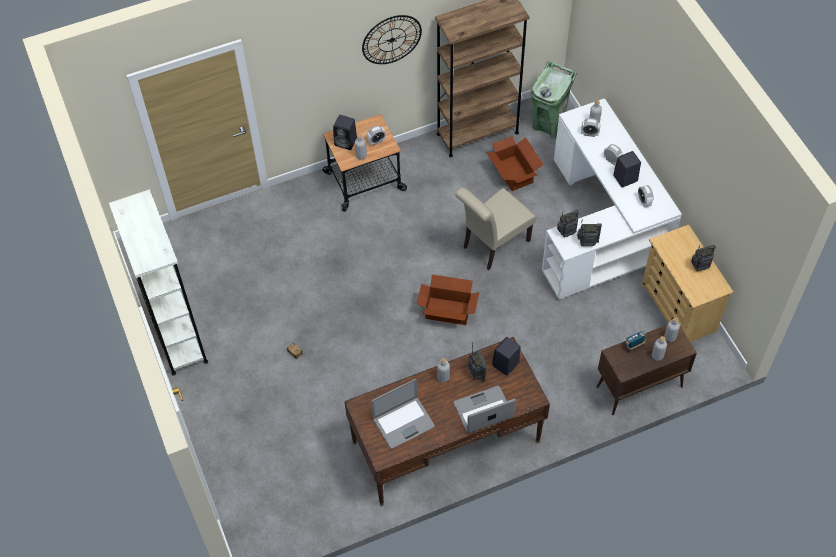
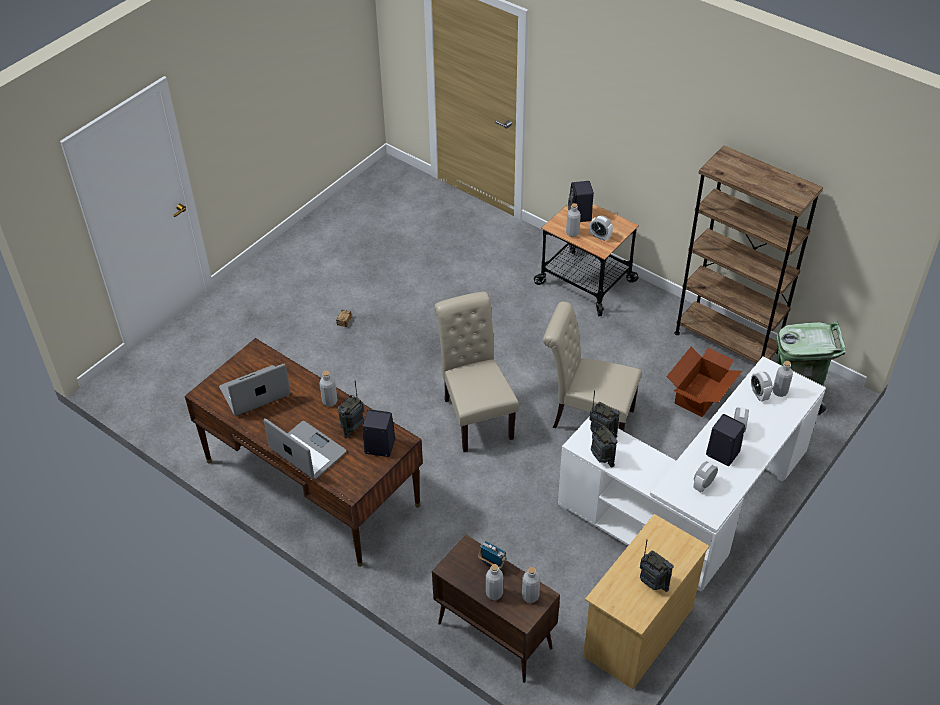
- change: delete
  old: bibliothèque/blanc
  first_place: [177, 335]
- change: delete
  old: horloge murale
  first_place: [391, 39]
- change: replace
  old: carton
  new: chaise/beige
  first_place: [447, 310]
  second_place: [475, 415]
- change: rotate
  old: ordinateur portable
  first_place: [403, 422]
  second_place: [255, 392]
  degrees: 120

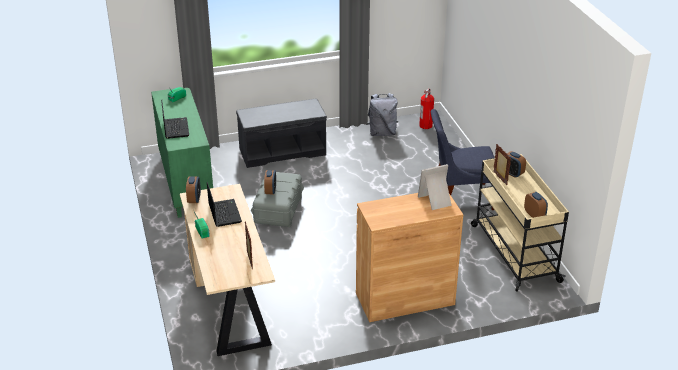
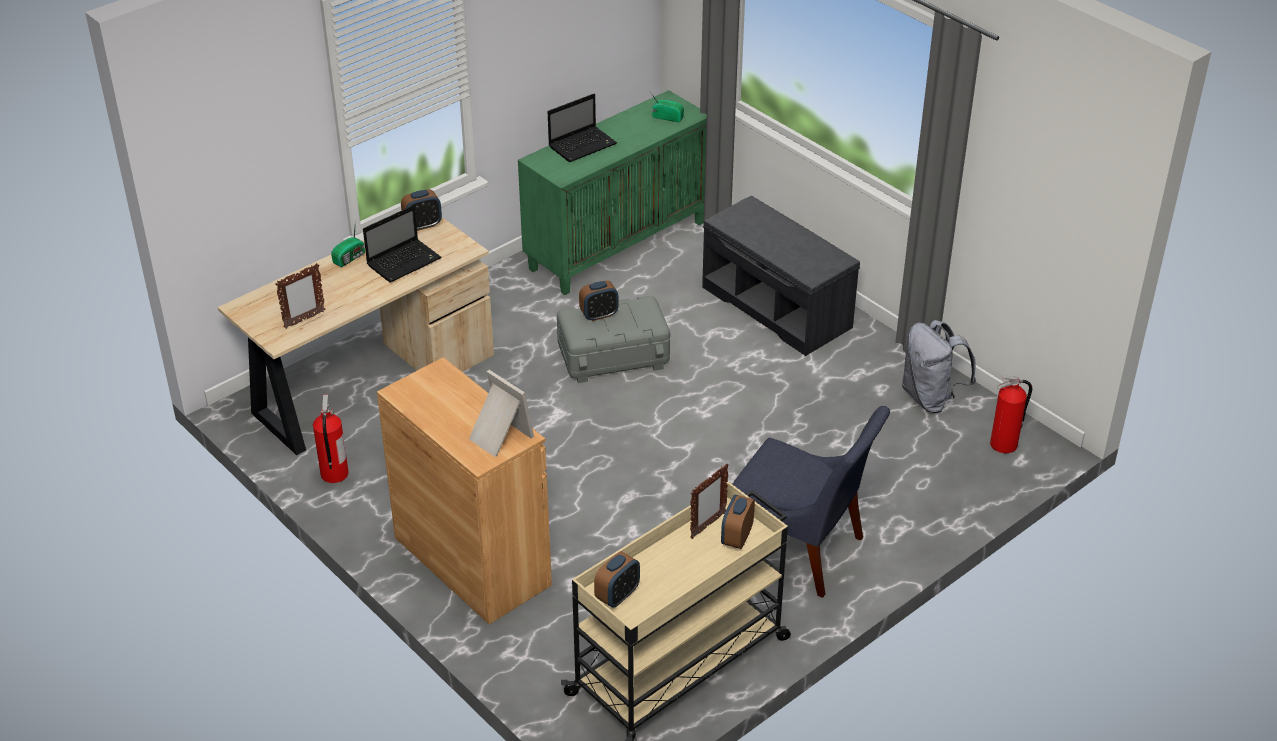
- change: insert
  new: extincteur
  second_place: [334, 474]
- change: rotate
  old: chaise/bleu
  first_place: [459, 197]
  second_place: [800, 551]
  degrees: 150

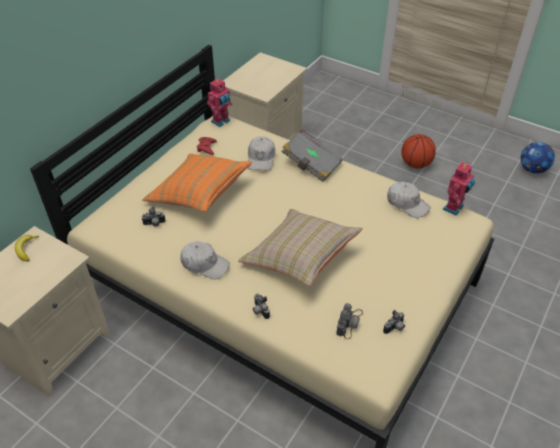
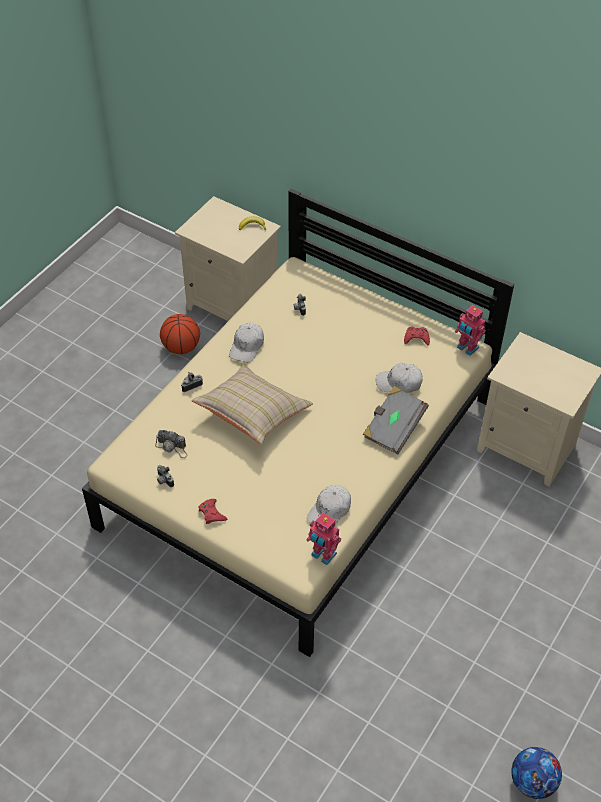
- change: delete
  old: coussin/orange
  first_place: [199, 194]
- change: insert
  new: manette/rouge
  second_place: [212, 513]
- change: move
  old: ballon de basket
  first_place: [415, 164]
  second_place: [181, 347]

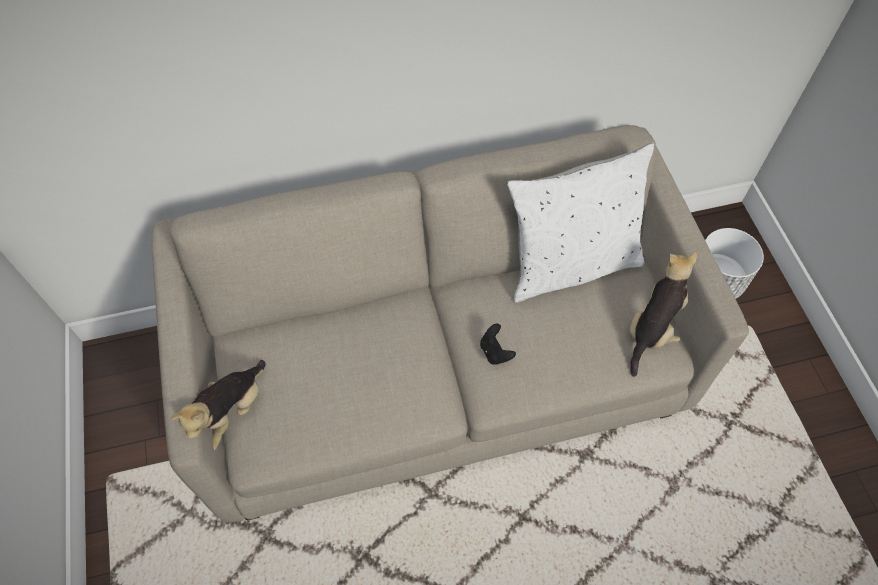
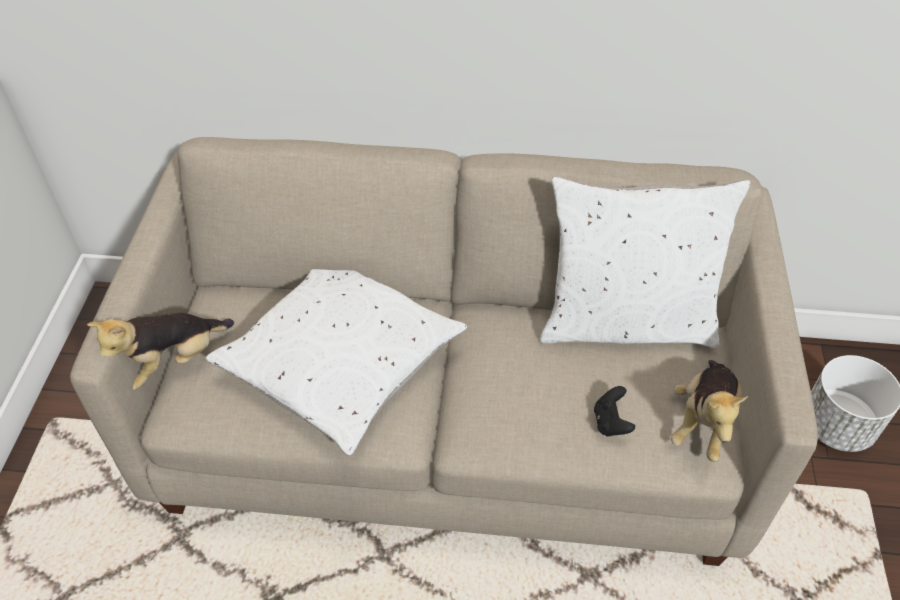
- change: insert
  new: coussin/blanc
  second_place: [341, 360]
- change: move
  old: manette/noir
  first_place: [495, 352]
  second_place: [610, 422]
- change: rotate
  old: peluche
  first_place: [652, 328]
  second_place: [702, 421]
  degrees: 150

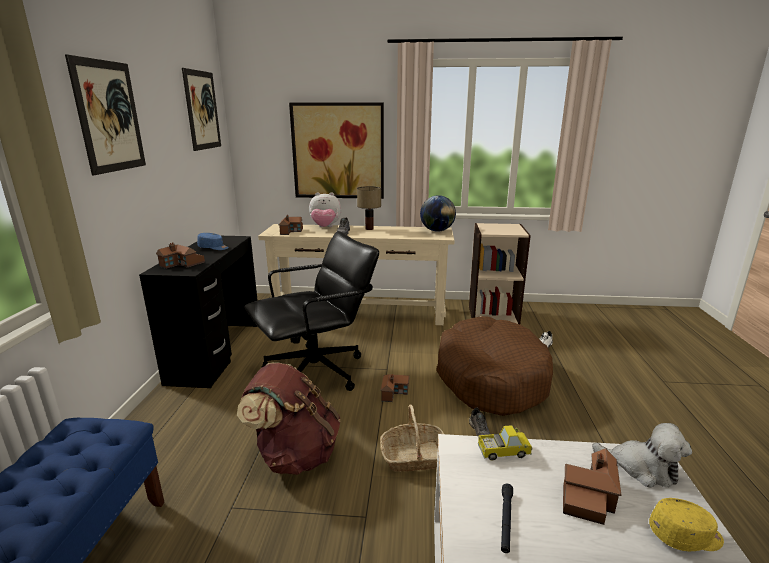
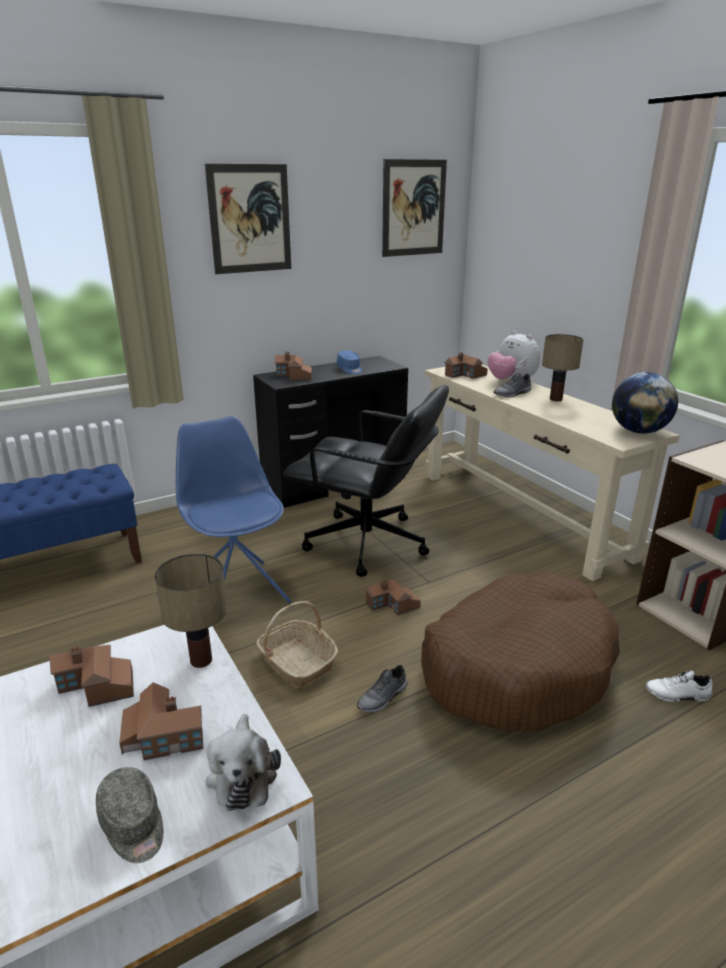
- change: delete
  old: tableau
  first_place: [338, 151]
- change: replace
  old: sac à dos/marron
  new: chaise/bleu
  first_place: [295, 454]
  second_place: [238, 591]
- change: replace
  old: camion jouet
  new: lampe de table
  first_place: [503, 452]
  second_place: [201, 659]
- change: replace
  old: lampe de poche/noir
  new: maison miniature
  first_place: [506, 521]
  second_place: [96, 686]
- change: recolor
  old: casquette/jaune
  new: casquette/gris
  first_place: [685, 536]
  second_place: [133, 826]

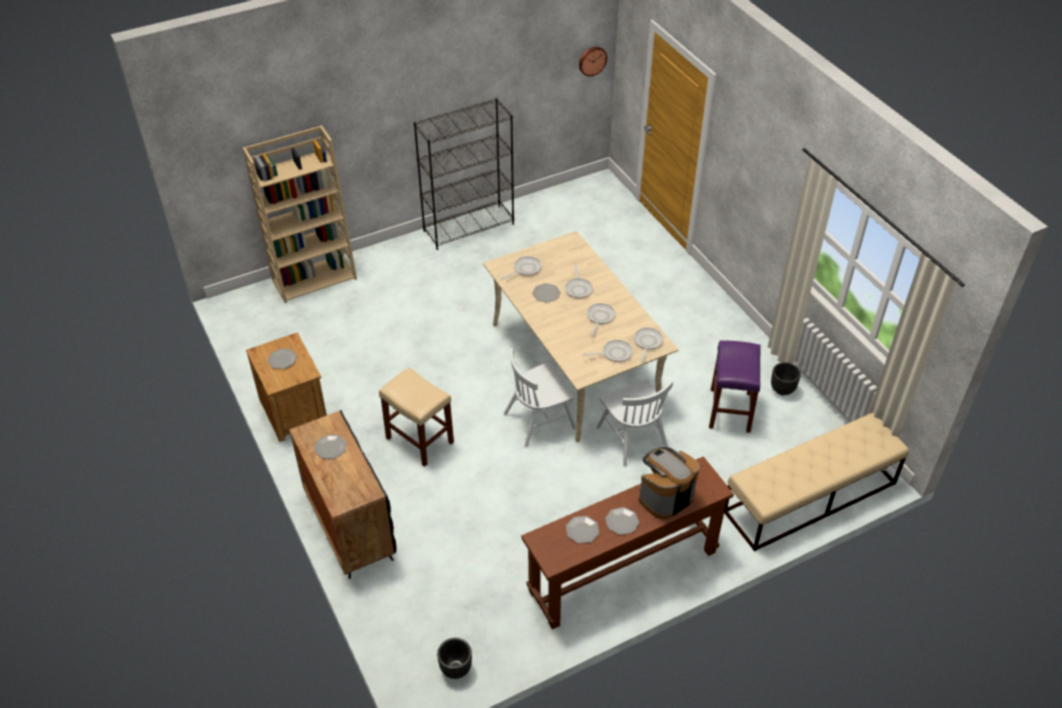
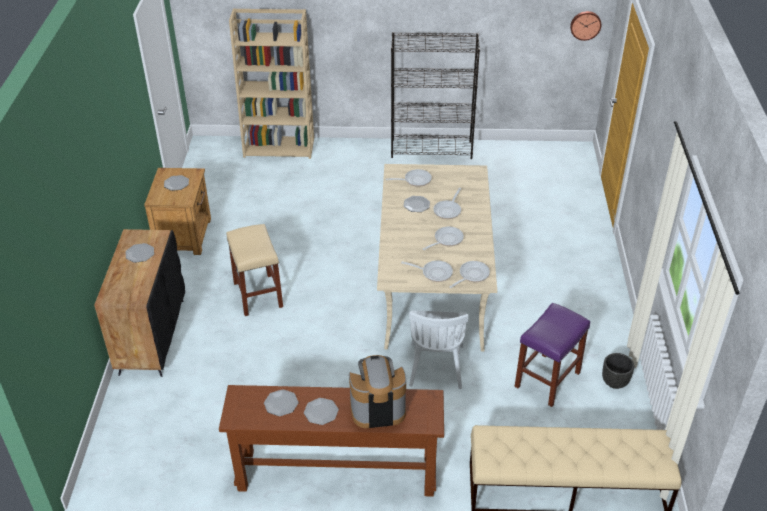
- change: delete
  old: cache-pot/noir
  first_place: [456, 669]
- change: delete
  old: chaise/blanc
  first_place: [539, 420]

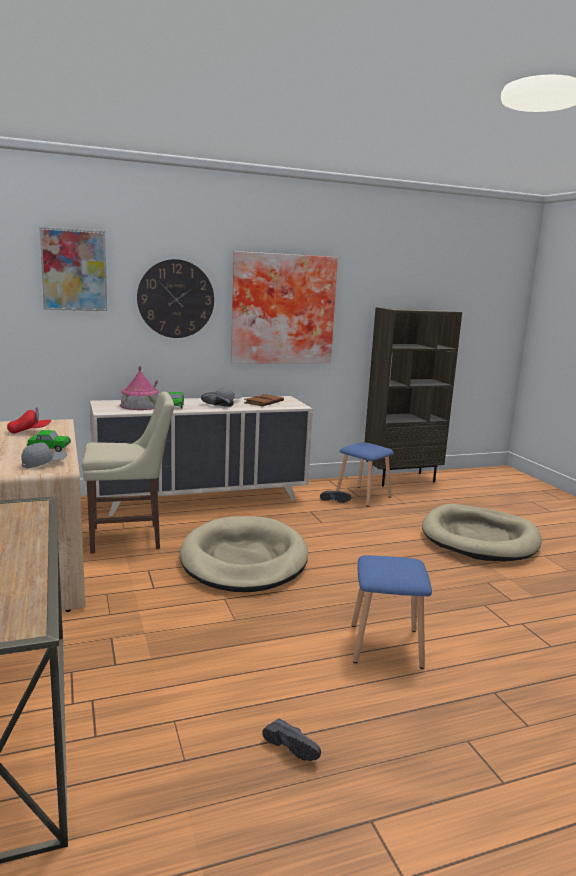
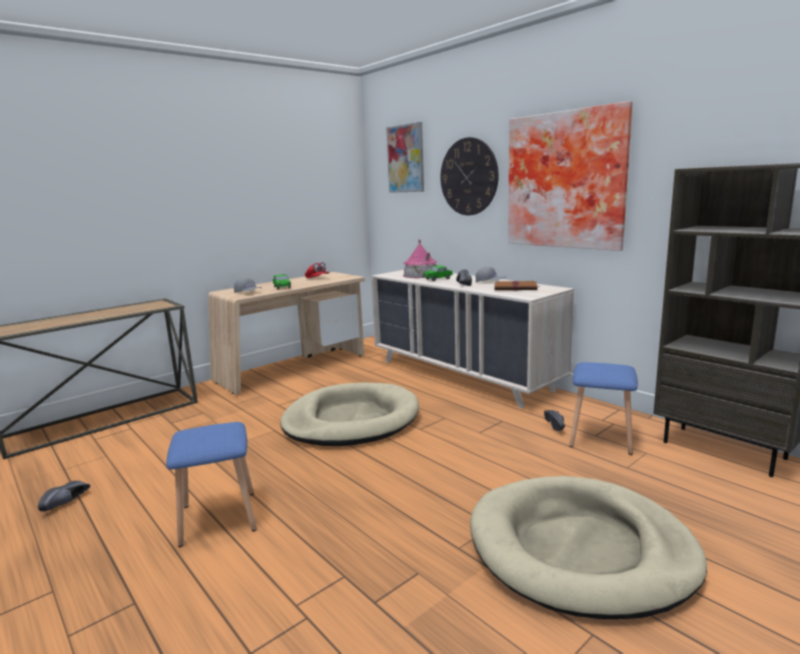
- change: delete
  old: chaise/beige
  first_place: [130, 538]

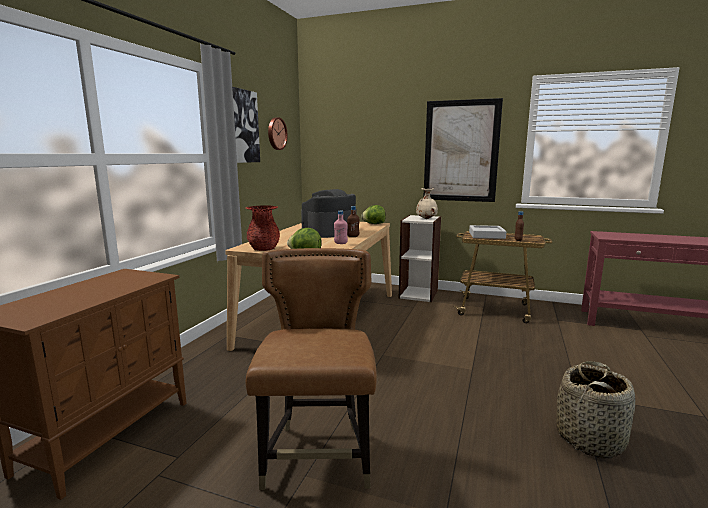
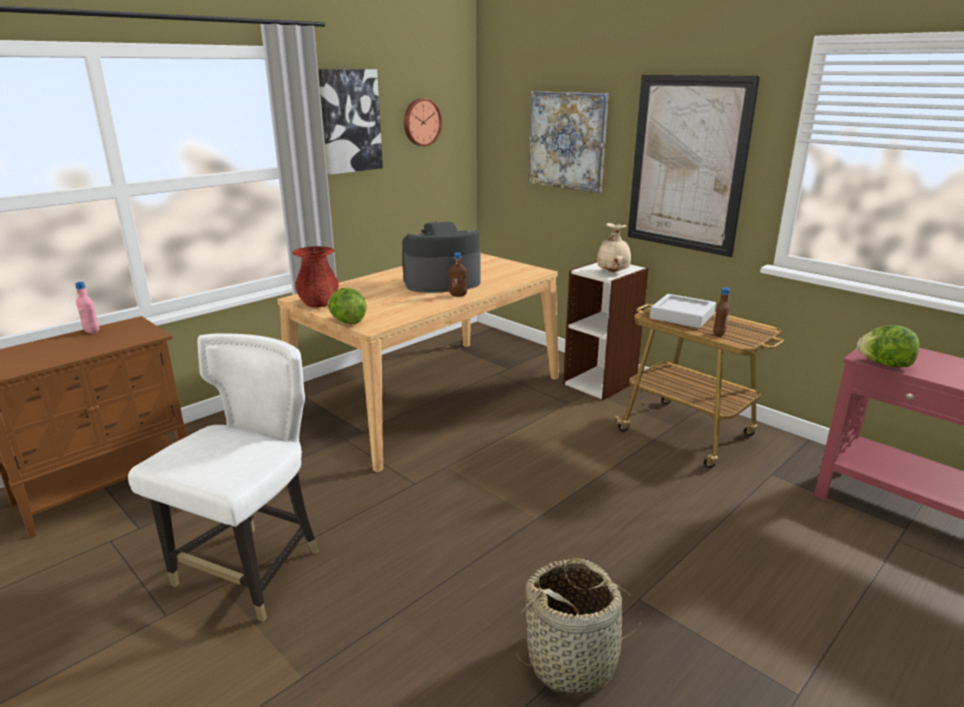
- change: insert
  new: tableau
  second_place: [567, 141]
- change: move
  old: bouteille/rose
  first_place: [340, 243]
  second_place: [92, 331]
- change: move
  old: laitue
  first_place: [374, 224]
  second_place: [884, 364]
- change: recolor
  old: chaise/marron
  new: chaise/blanc
  first_place: [318, 457]
  second_place: [251, 571]

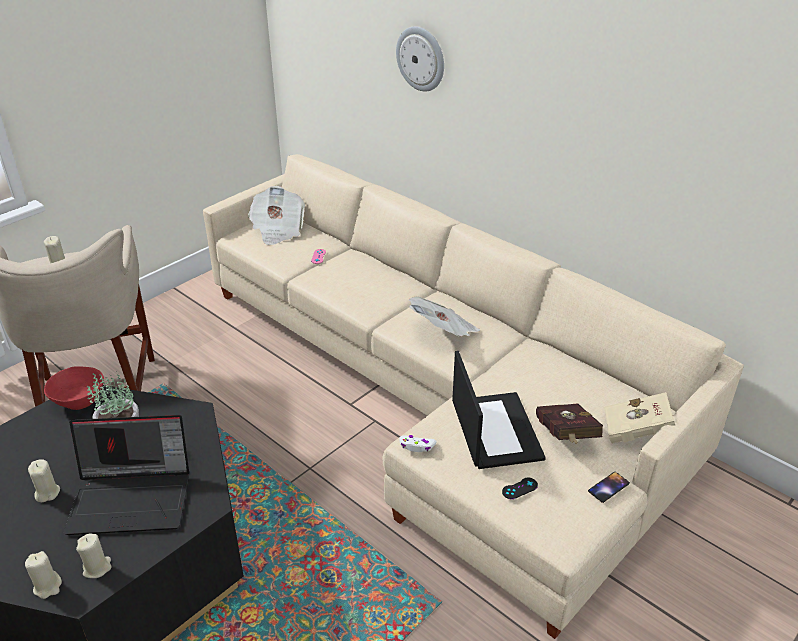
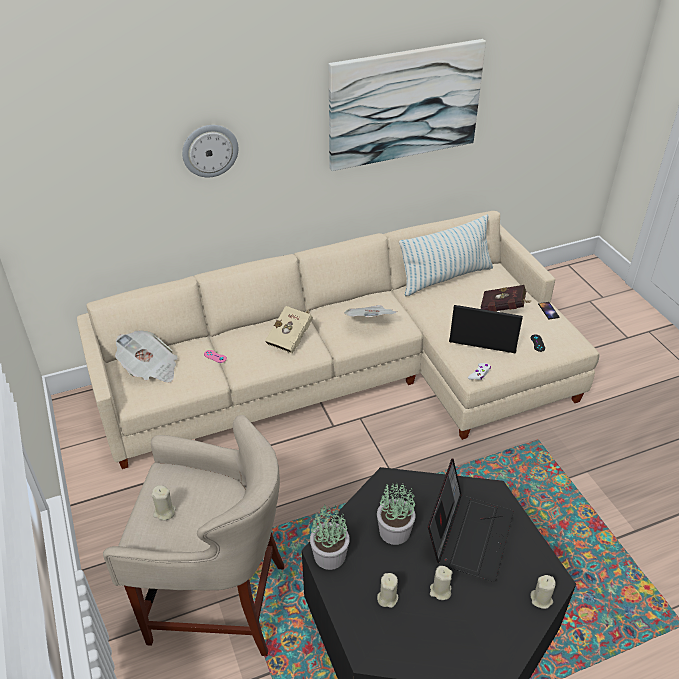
- change: insert
  new: tableau
  second_place: [404, 104]
- change: insert
  new: coussin
  second_place: [445, 278]
- change: move
  old: bougie/beige
  first_place: [97, 567]
  second_place: [387, 597]
- change: move
  old: livre/beige
  first_place: [639, 432]
  second_place: [291, 338]
- change: replace
  old: bol/rouge
  new: plante en pot
  first_place: [80, 400]
  second_place: [329, 555]

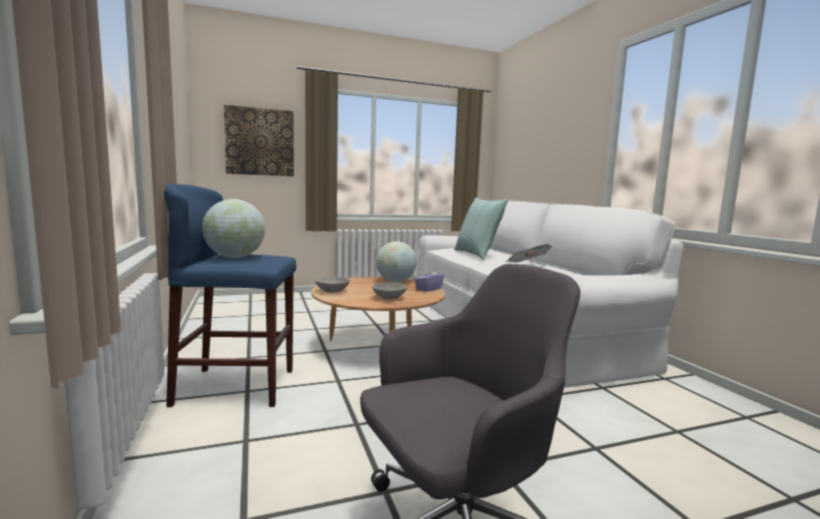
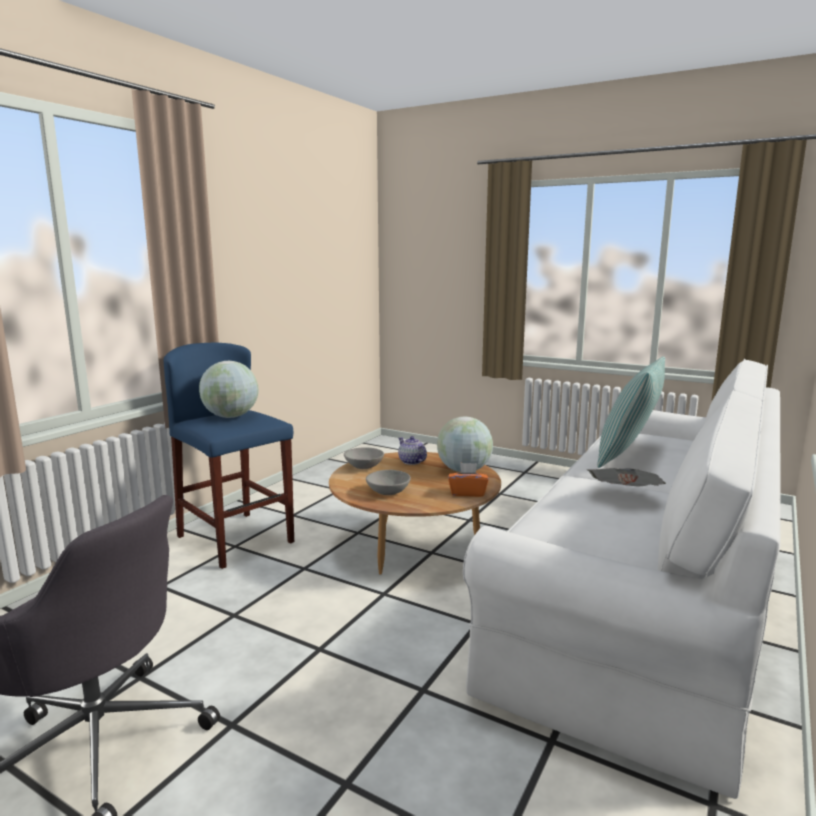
- change: delete
  old: tableau
  first_place: [260, 142]
- change: insert
  new: théière
  second_place: [411, 462]
- change: recolor
  old: boîte à mouchoirs/violet
  new: boîte à mouchoirs/orange
  first_place: [428, 289]
  second_place: [467, 493]

